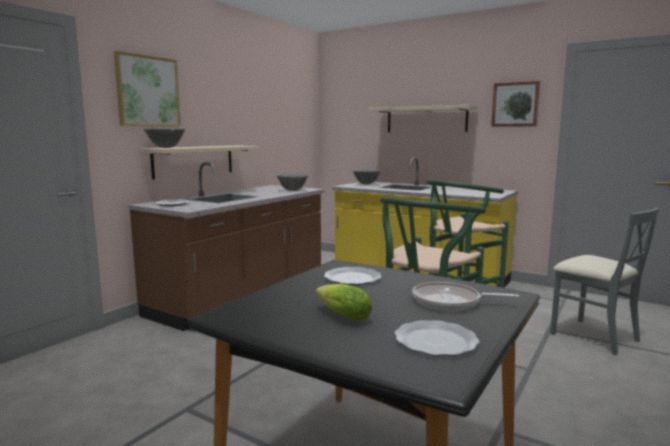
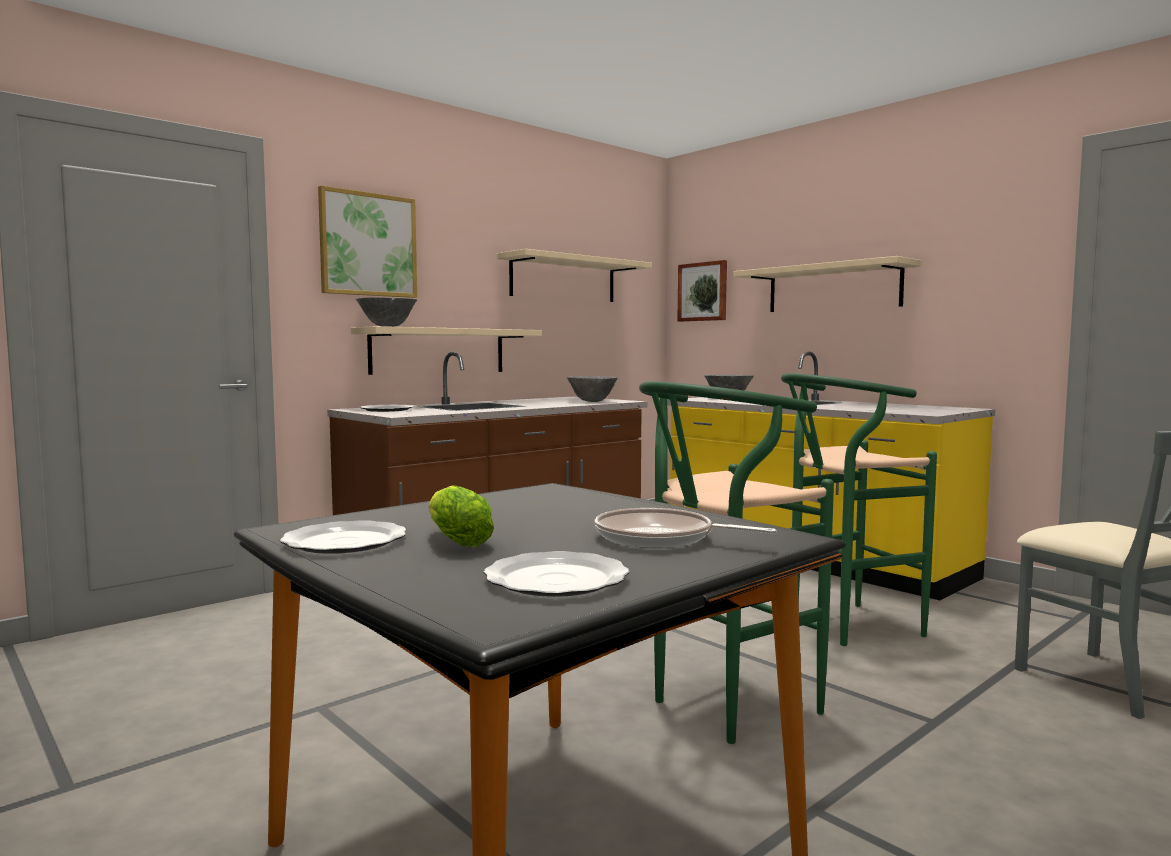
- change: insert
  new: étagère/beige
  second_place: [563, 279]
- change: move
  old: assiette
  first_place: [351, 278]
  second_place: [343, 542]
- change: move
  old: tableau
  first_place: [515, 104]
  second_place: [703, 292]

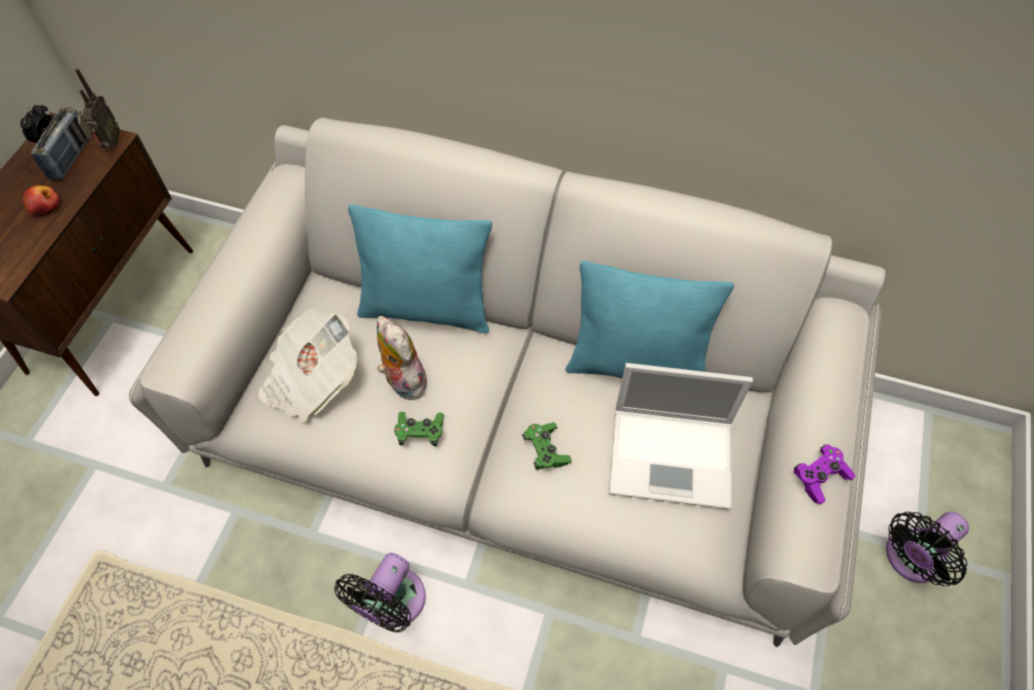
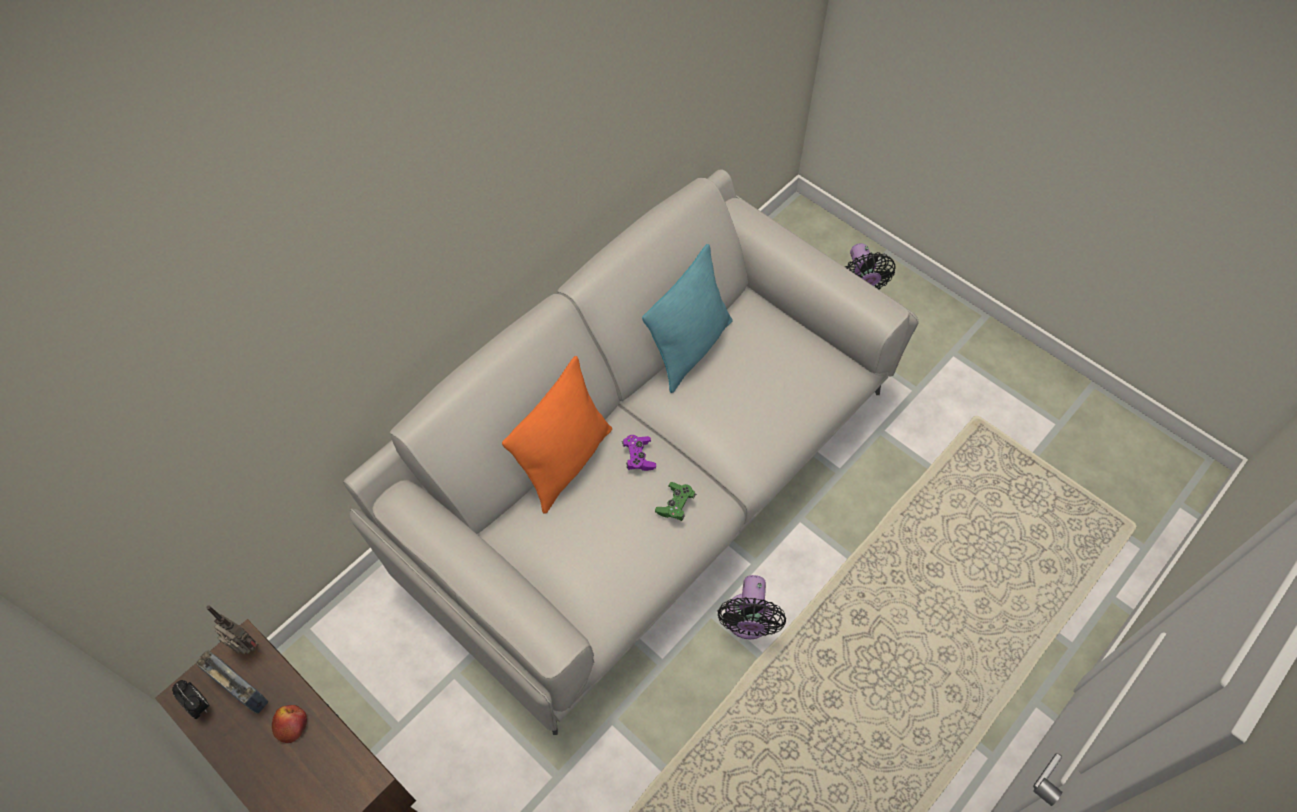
- change: delete
  old: journal
  first_place: [311, 379]
- change: delete
  old: peluche
  first_place: [402, 381]
- change: delete
  old: manette/vert
  first_place: [545, 450]
- change: delete
  old: ordinateur portable
  first_place: [673, 457]
- change: move
  old: manette/violet
  first_place: [820, 477]
  second_place: [638, 457]
- change: recolor
  old: coussin/turquoise
  new: coussin/orange
  first_place: [426, 309]
  second_place: [566, 463]
- change: rotate
  old: ventilateur/noir
  first_place: [392, 604]
  second_place: [747, 622]
  degrees: 45

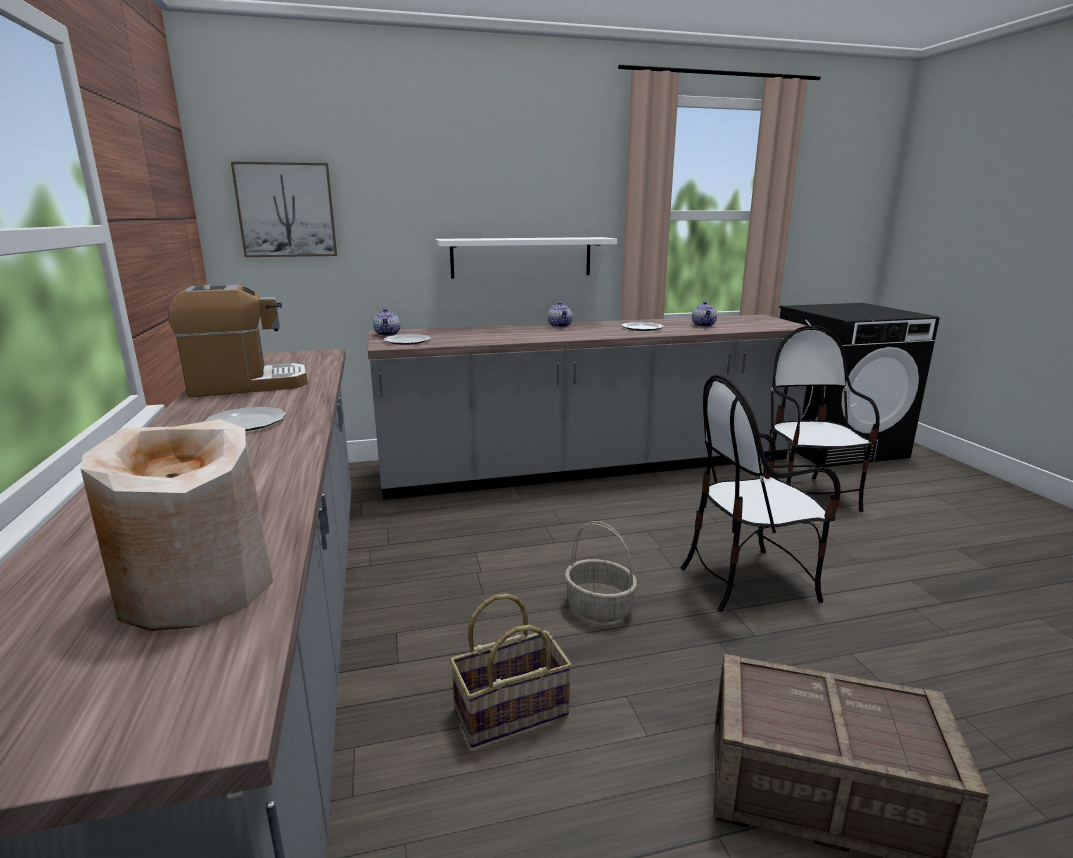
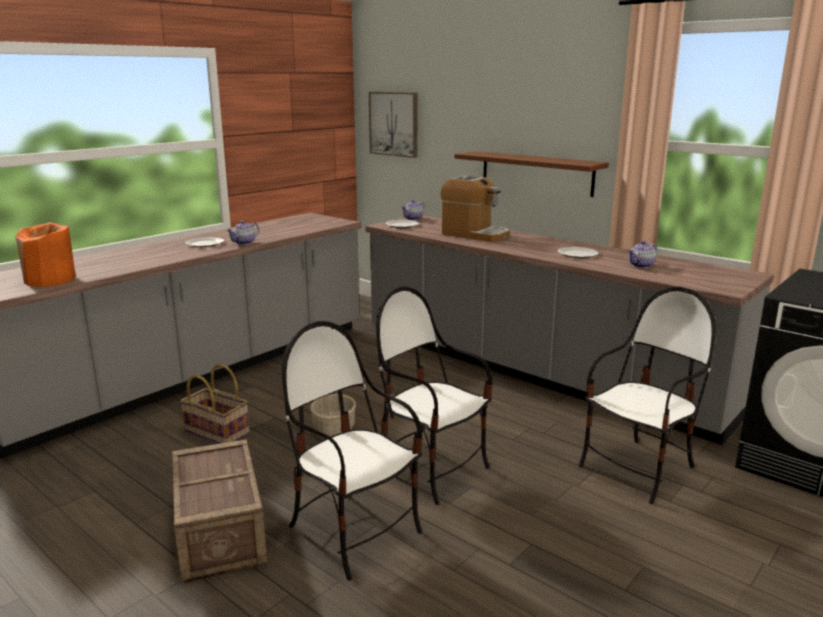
- change: insert
  new: chaise
  second_place: [354, 532]
- change: move
  old: machine à café
  first_place: [247, 385]
  second_place: [475, 234]
- change: move
  old: théière
  first_place: [560, 326]
  second_place: [244, 243]
- change: recolor
  old: vase/beige
  new: vase/orange
  first_place: [197, 588]
  second_place: [50, 280]
- change: recolor
  old: étagère/blanc
  new: étagère/marron
  first_place: [521, 257]
  second_place: [536, 173]

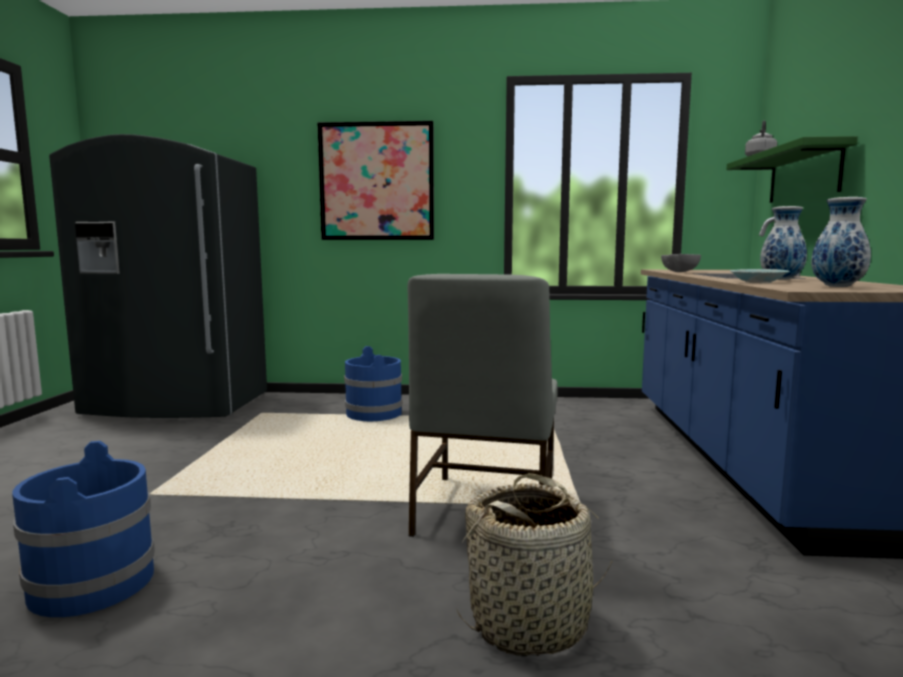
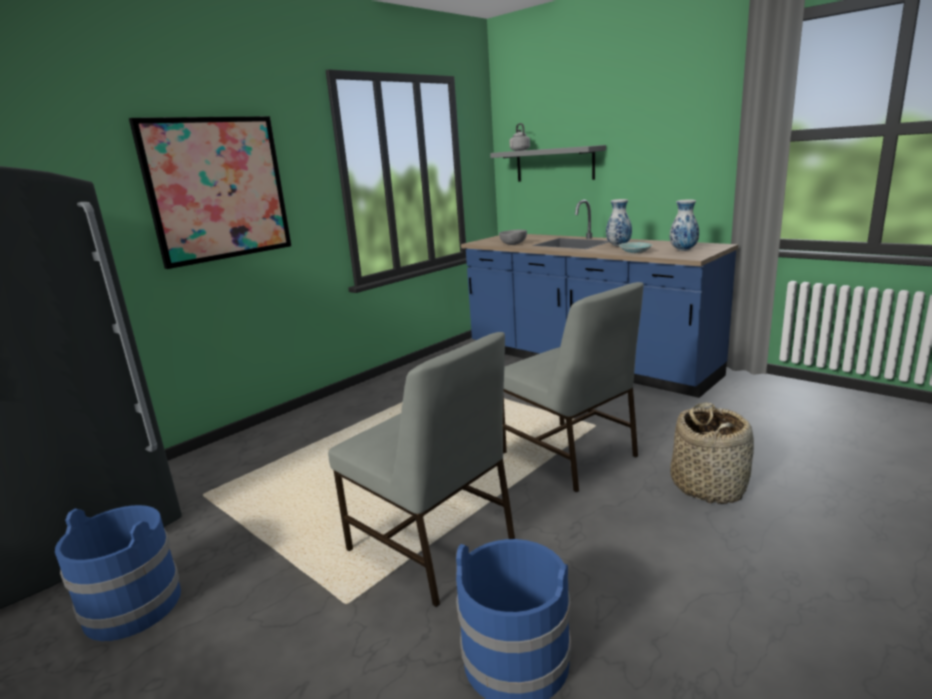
- change: insert
  new: chaise/gris
  second_place: [432, 547]
- change: move
  old: seau/bleu
  first_place: [374, 414]
  second_place: [133, 605]
- change: recolor
  old: étagère/vert
  new: étagère/gris
  first_place: [804, 174]
  second_place: [554, 164]

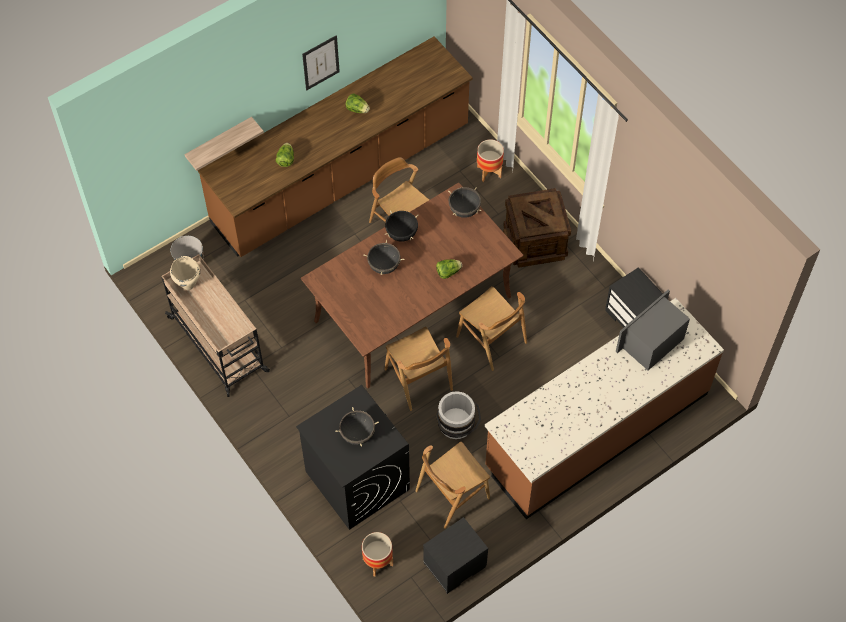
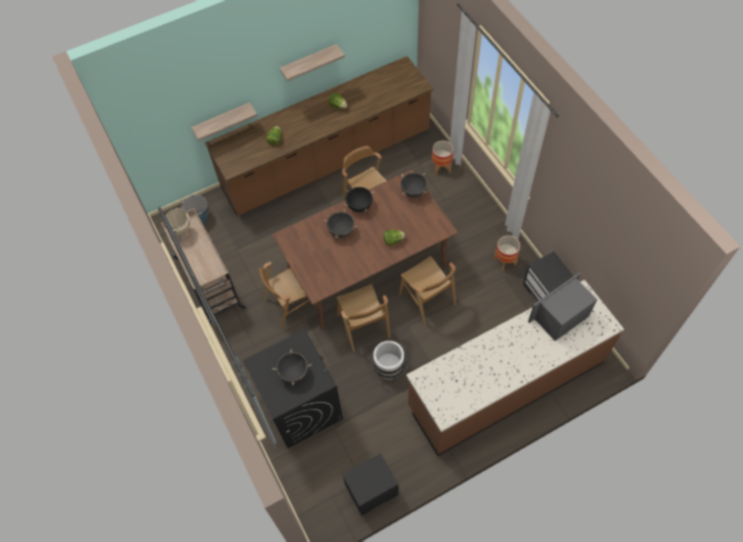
- change: delete
  old: caisse
  first_place: [534, 242]
- change: move
  old: cache-pot
  first_place: [378, 562]
  second_place: [505, 261]
- change: move
  old: chaise/marron
  first_place: [452, 494]
  second_place: [292, 305]
- change: replace
  old: tableau
  new: étagère
  first_place: [320, 62]
  second_place: [309, 63]

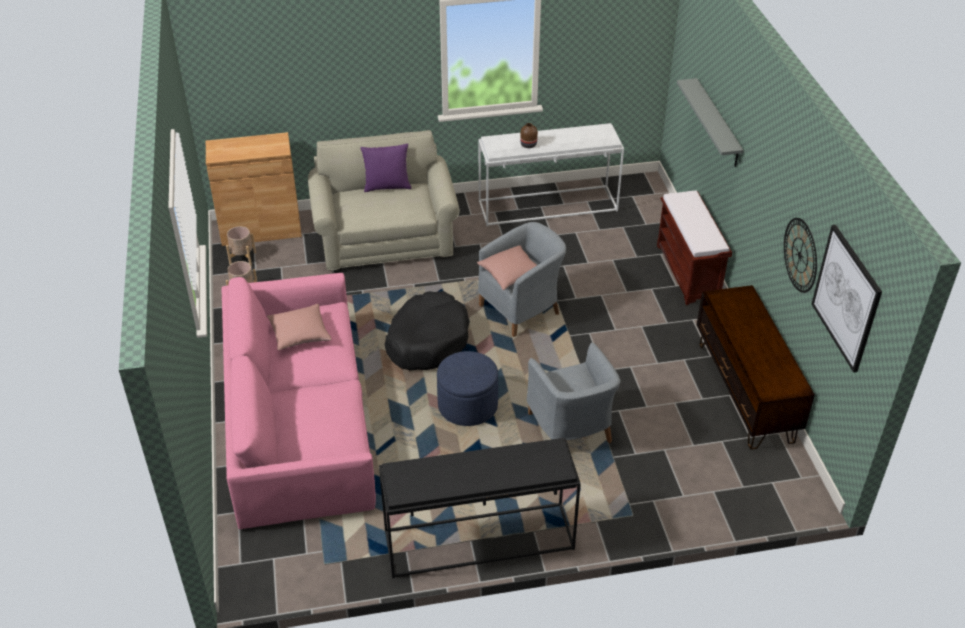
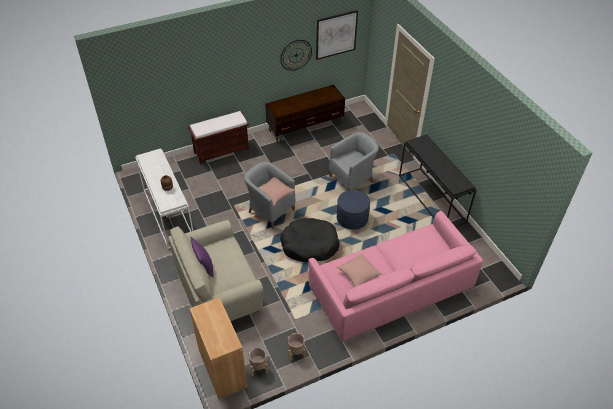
- change: delete
  old: étagère/gris
  first_place: [717, 123]

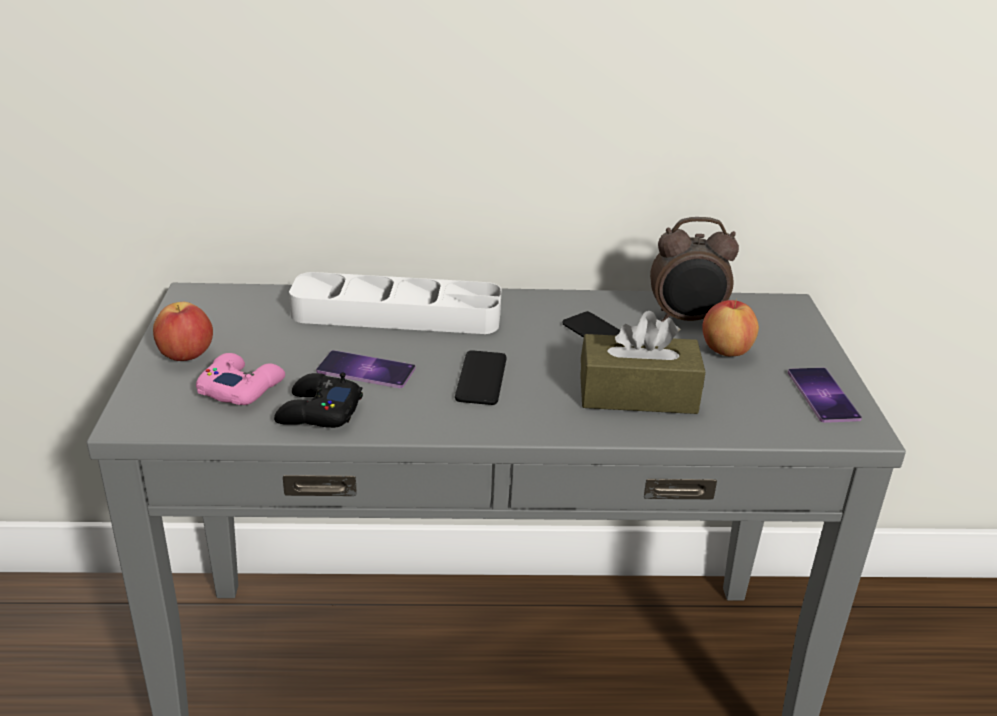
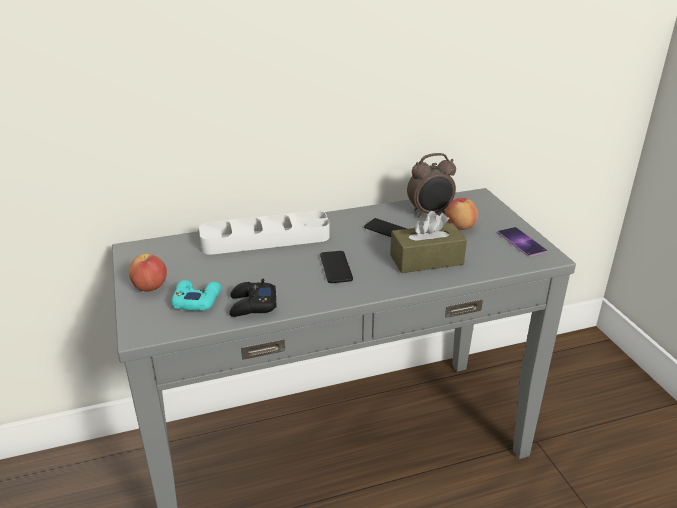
- change: delete
  old: téléphone
  first_place: [366, 370]
- change: recolor
  old: manette/rose
  new: manette/turquoise
  first_place: [241, 387]
  second_place: [196, 300]

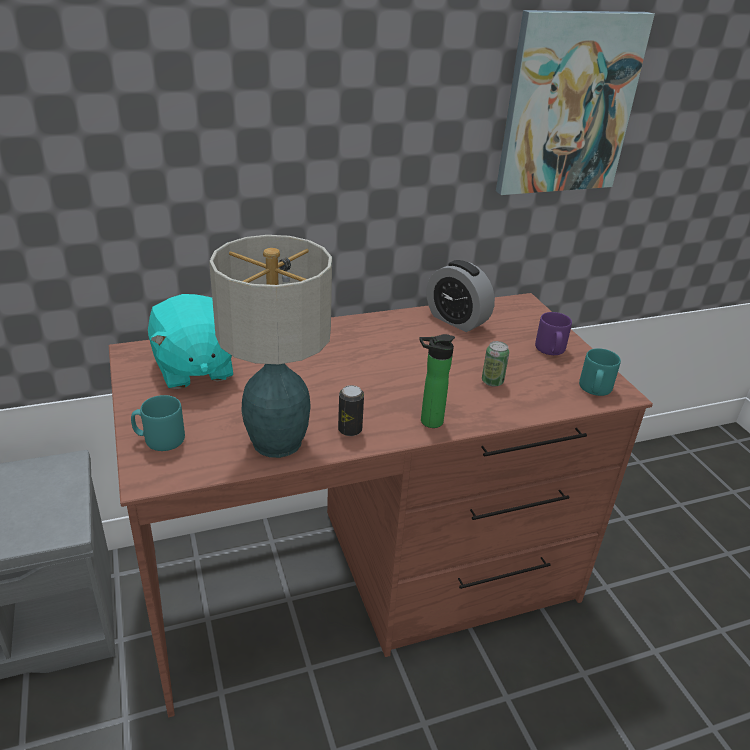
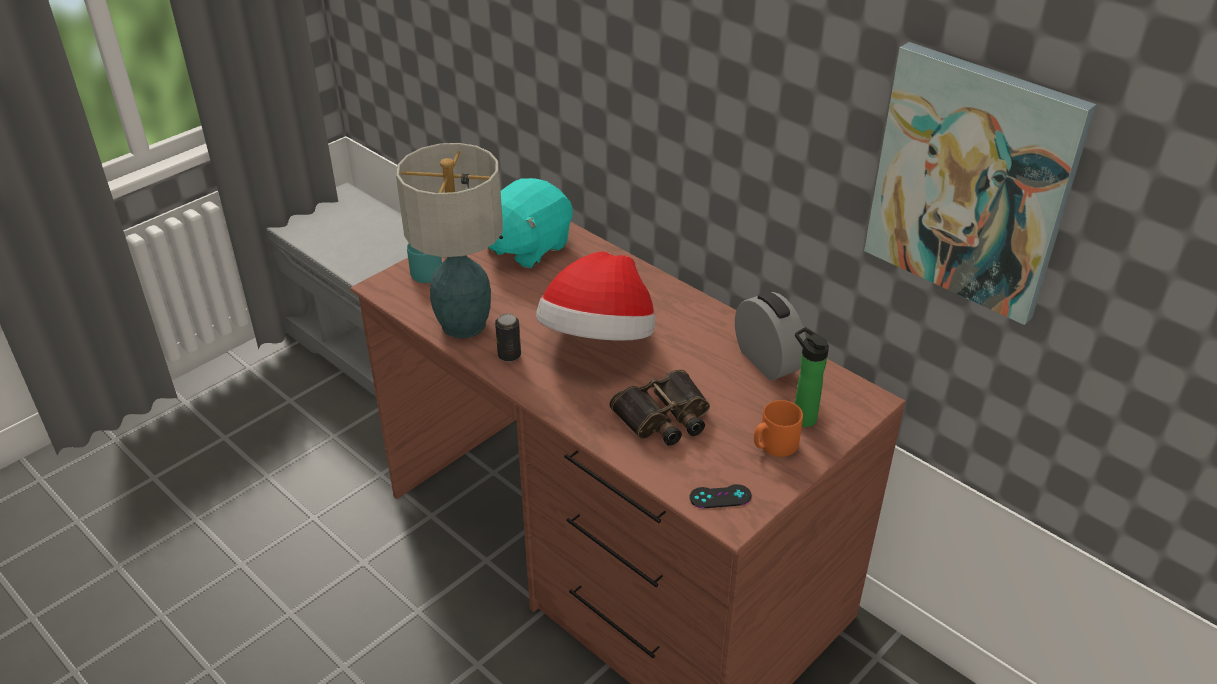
- change: insert
  new: chapeau
  second_place: [598, 341]
- change: move
  old: bouteille
  first_place: [428, 422]
  second_place: [801, 417]
- change: replace
  old: boîte métallique
  new: jumelles
  first_place: [492, 381]
  second_place: [664, 418]
- change: replace
  old: mug/turquoise
  new: manette/noir
  first_place: [594, 389]
  second_place: [720, 497]
- change: recolor
  old: mug/violet
  new: mug/orange
  first_place: [550, 350]
  second_place: [774, 445]
- change: rotate
  old: réveil
  first_place: [456, 320]
  second_place: [767, 361]
  degrees: 135

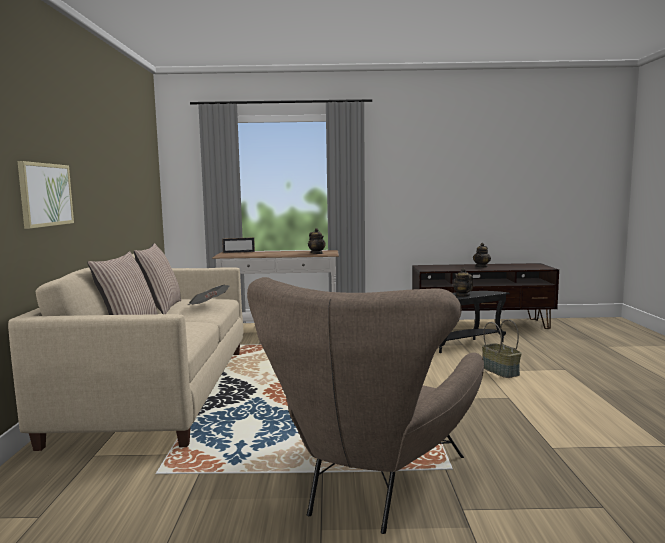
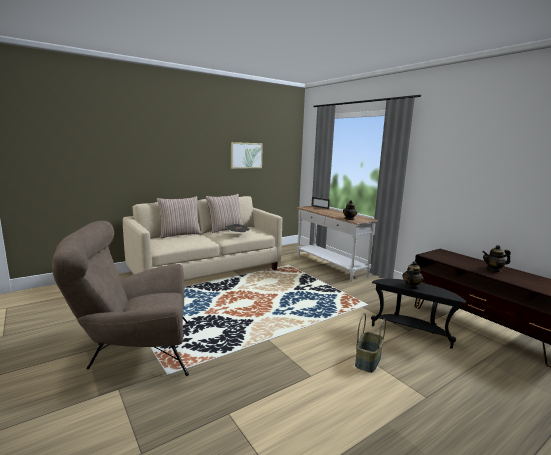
- change: move
  old: tableau
  first_place: [45, 194]
  second_place: [246, 155]

